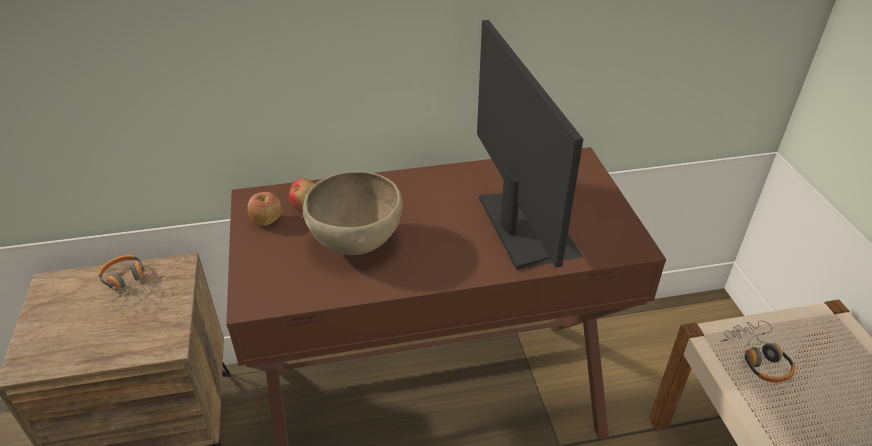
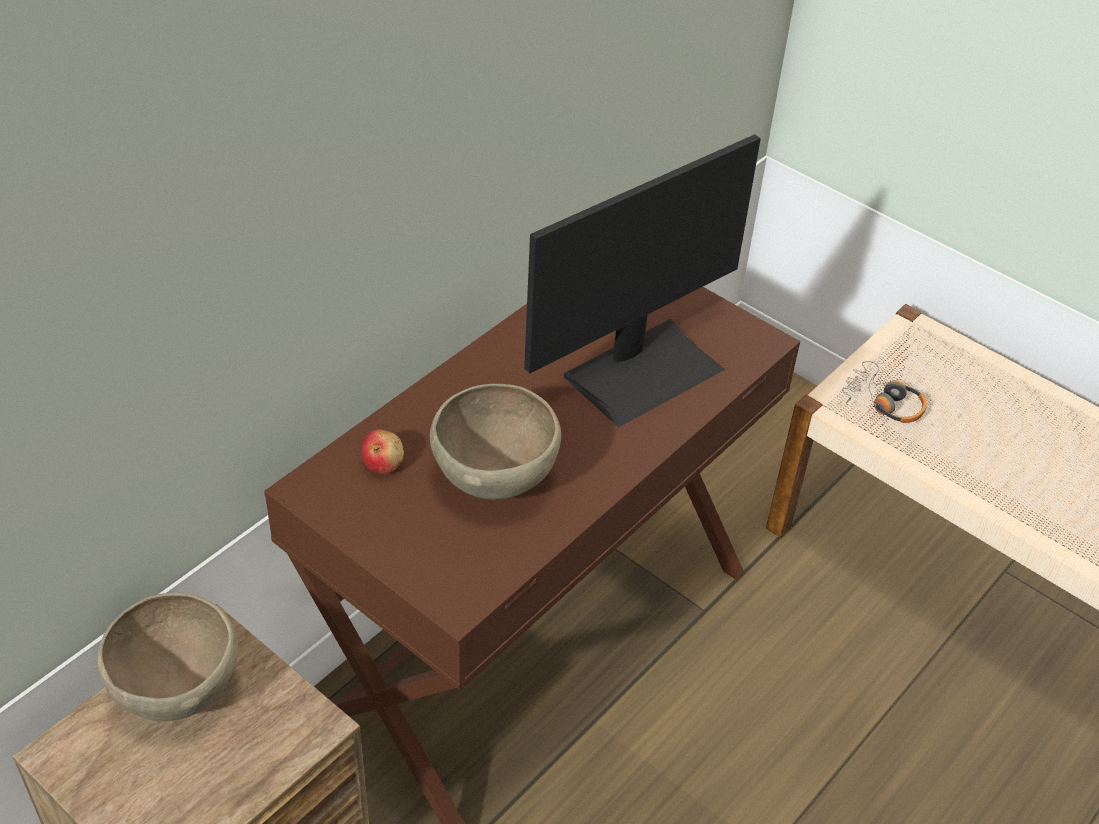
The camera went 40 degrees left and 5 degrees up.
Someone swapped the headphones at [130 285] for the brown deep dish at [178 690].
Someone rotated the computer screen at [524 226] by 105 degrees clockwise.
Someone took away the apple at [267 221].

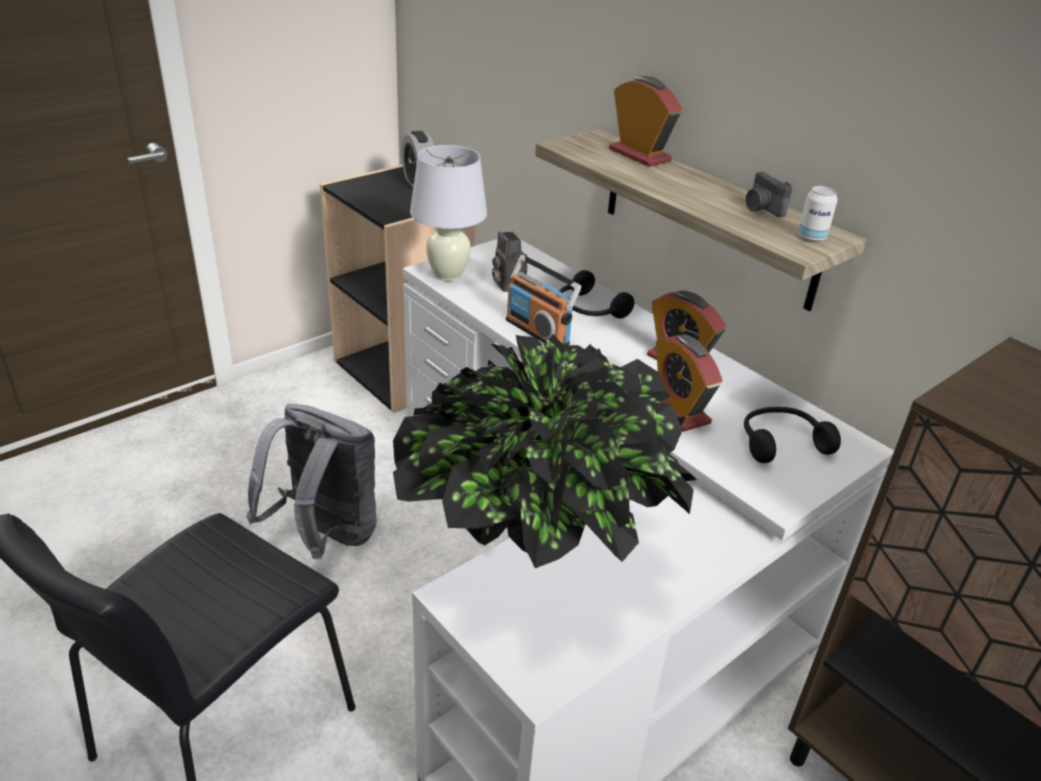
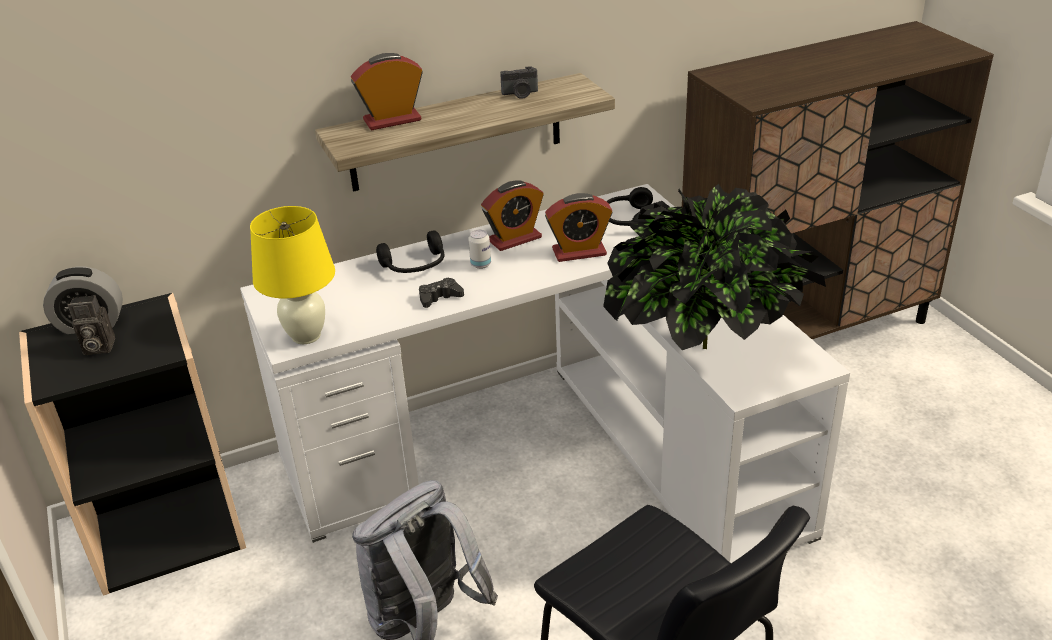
The camera went 70 degrees left and 0 degrees up.
Someone carried the photo camera from [507 284] to [97 348].
Someone repainted the whitish lamp for a table at [448 275], which became the yellow-coloured lamp for a table at [306 336].
Someone swapped the radio at [538 331] for the blackish gamepad at [439 297].
Someone carried the sealed can from [811 238] to [481 264].

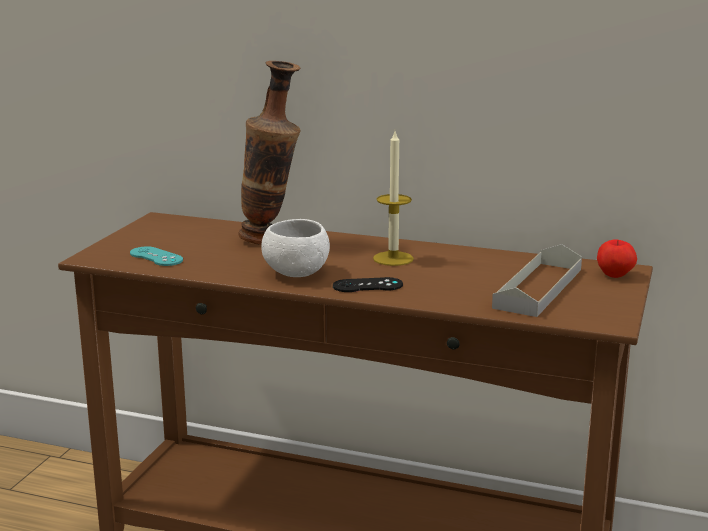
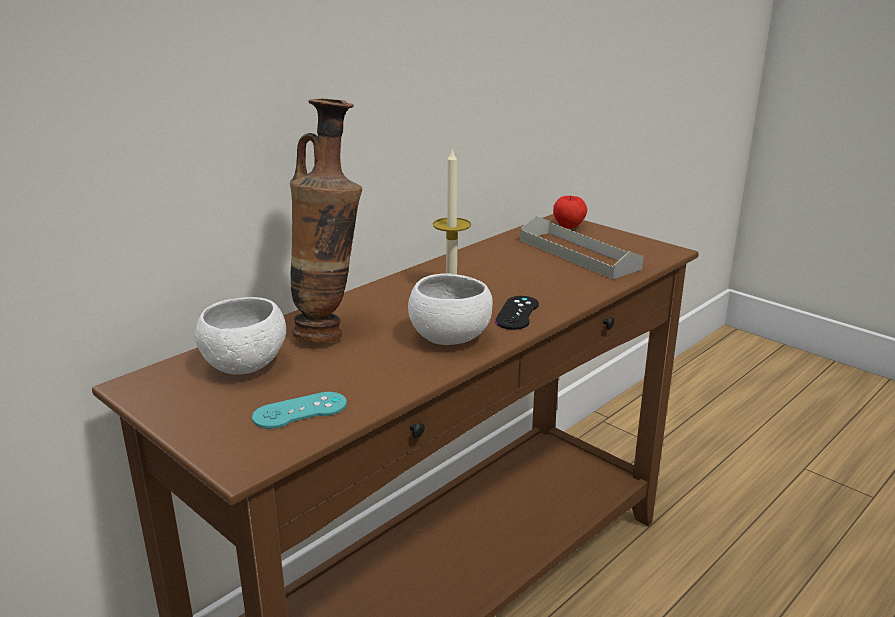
The camera went 65 degrees left and 5 degrees up.
Someone put down the whitish deep dish at [244 366].

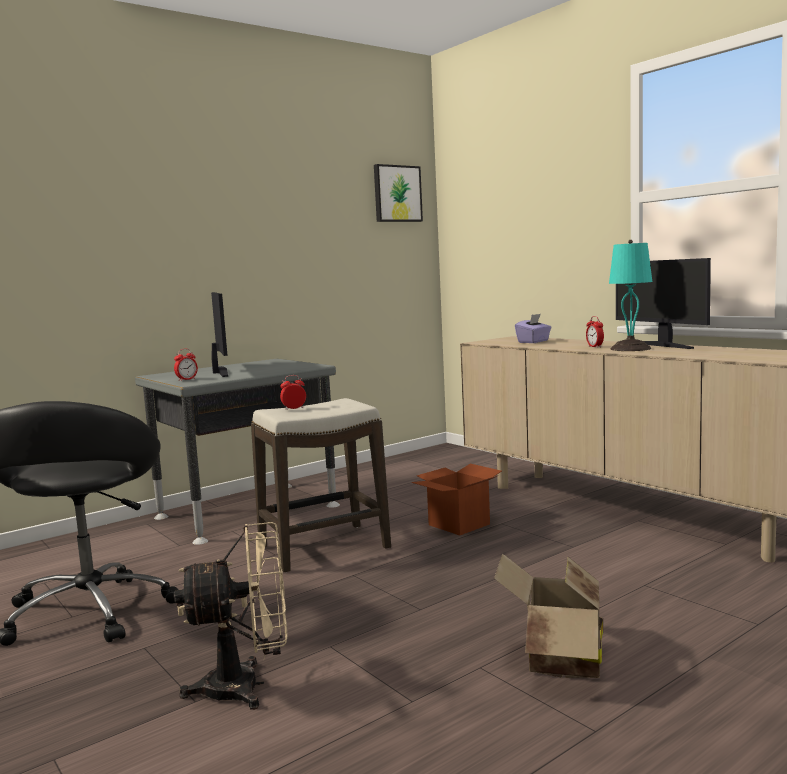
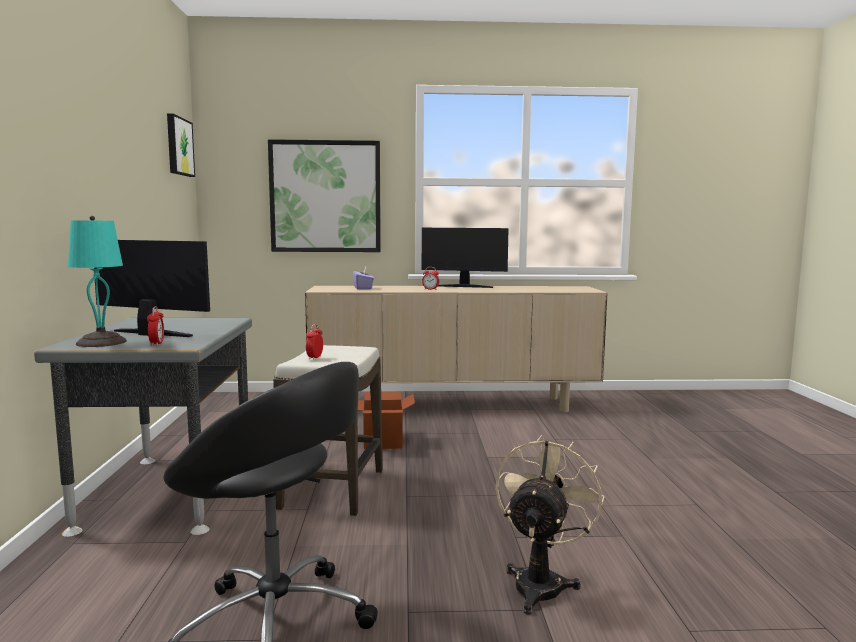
The camera went 55 degrees left and 0 degrees up.
Someone carried the blue-green lamp for a table from [631 349] to [103 342].
Someone put up the wall picture at [325 196].
Someone took away the carton at [557 661].

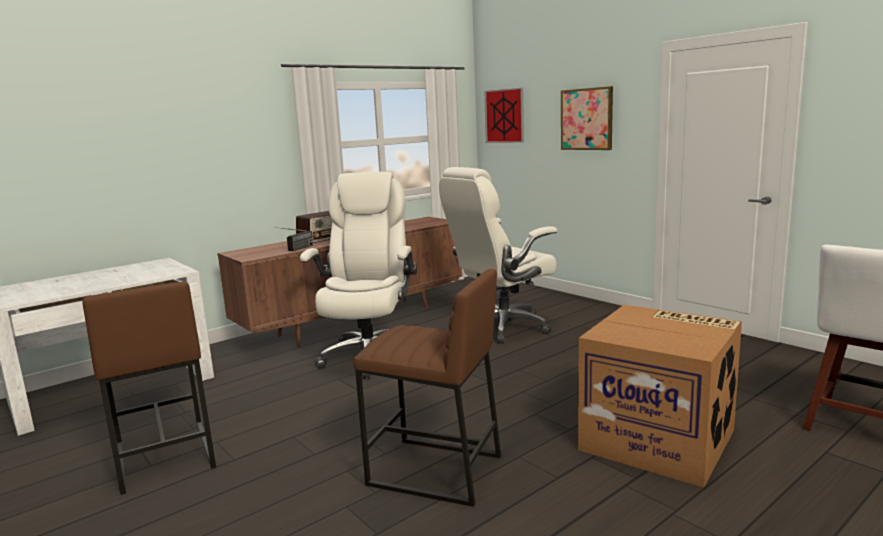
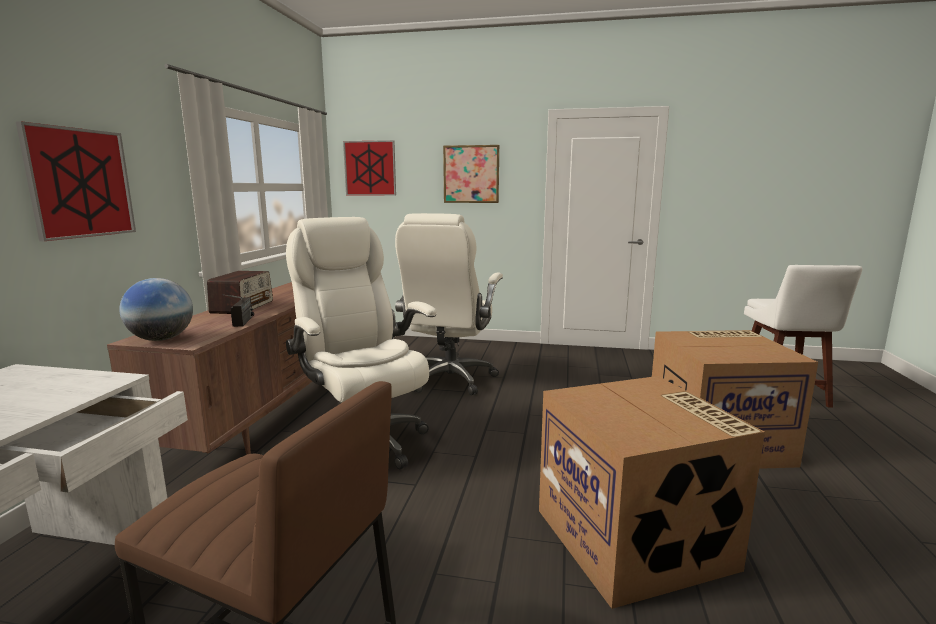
The camera went 40 degrees left and 0 degrees up.
Someone put up the wall picture at [80 183].
Someone put down the world globe at [161 339].
Someone swapped the brown stool seat at [435 470] for the carton at [636 539].

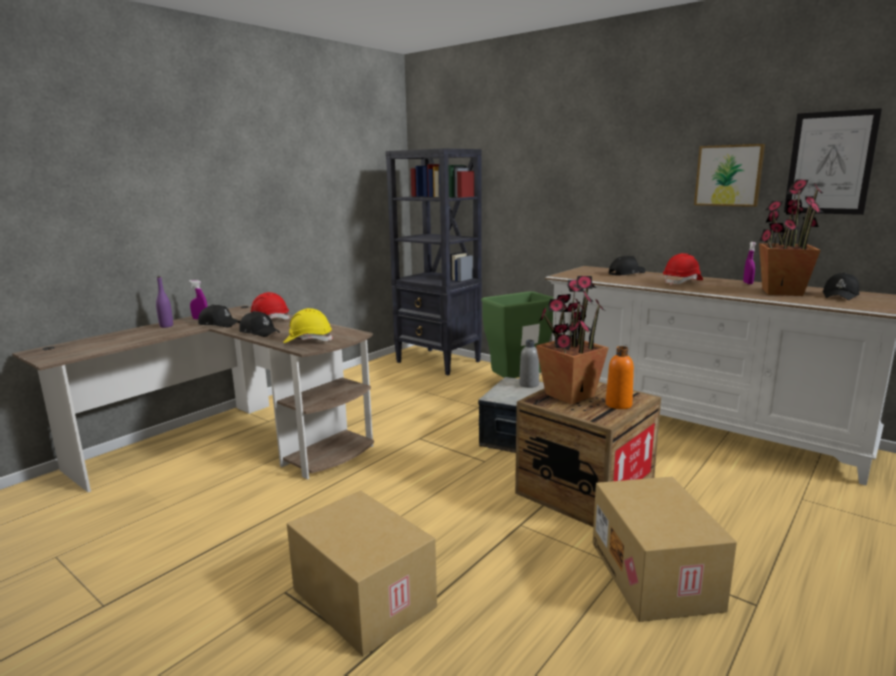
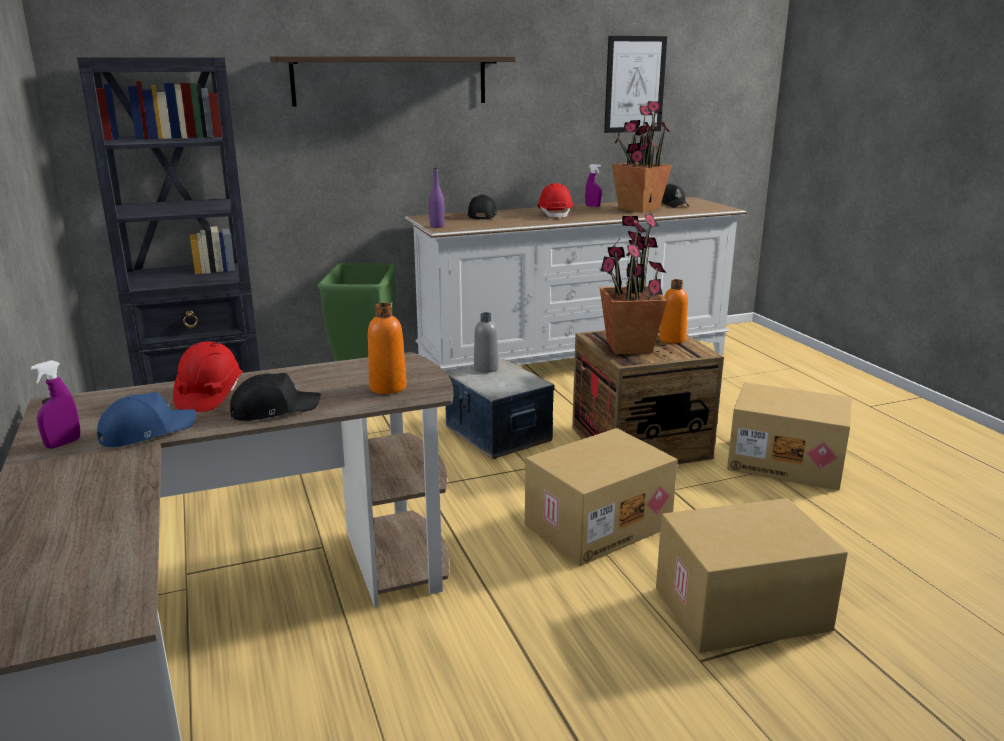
The camera went 60 degrees left and 5 degrees up.
Someone repainted the blackish cap at [219 324], which became the bluish cap at [146 432].
Someone put up the shelf at [391 80].
Someone swapped the yellow-coloured work helmet at [308 340] for the orangey beverage bottle at [388 387].
Someone carried the purplish beverage bottle from [166 326] to [437 226].
Someone put down the carton at [597 524].
Someone took away the wall picture at [729 175].

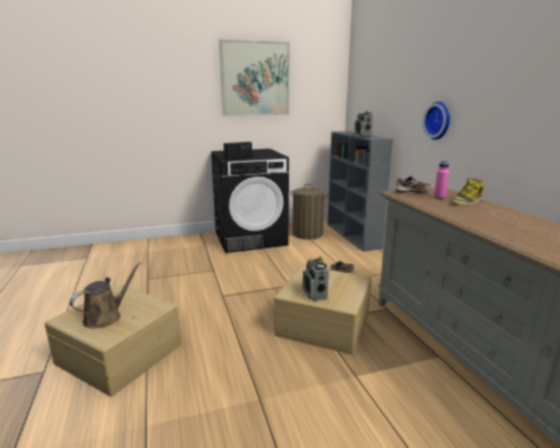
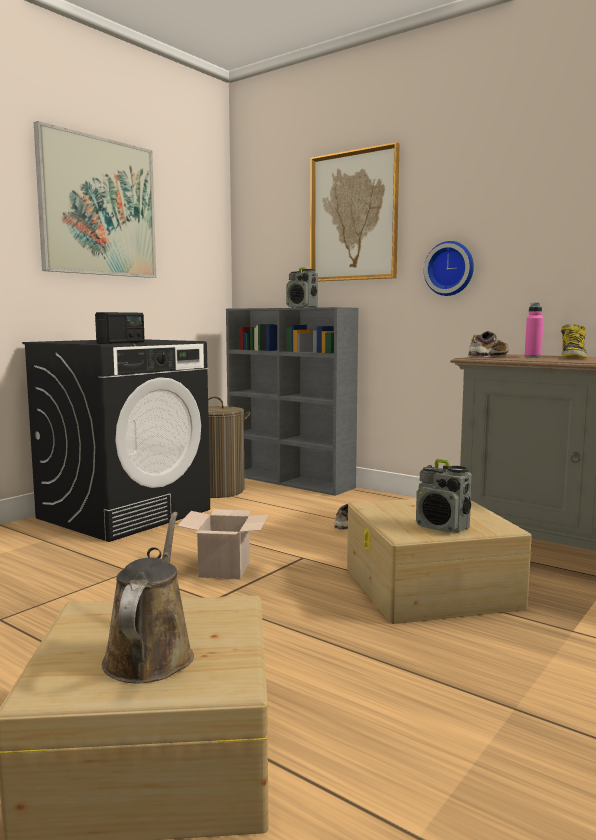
The camera went 35 degrees left and 10 degrees down.
Someone put down the carton at [225 569].
Someone put up the wall picture at [354 216].

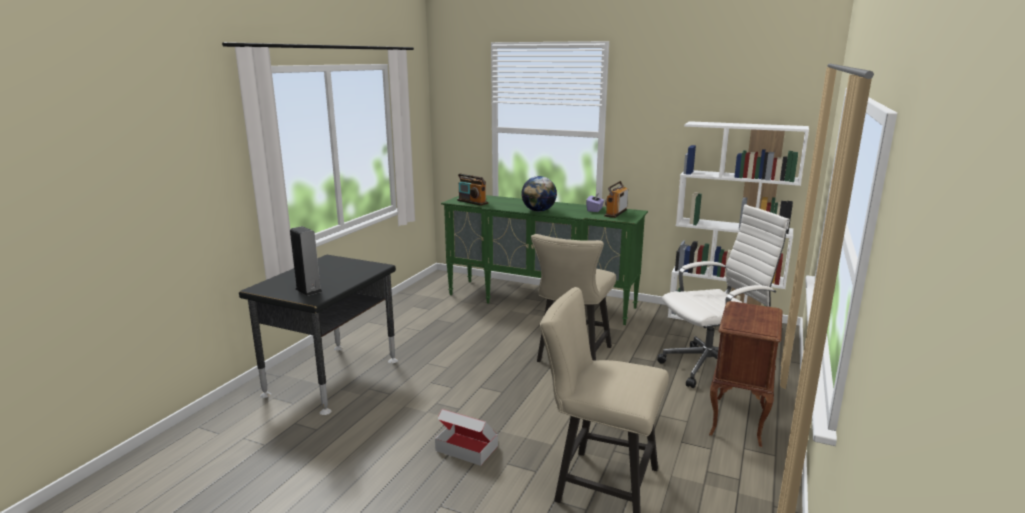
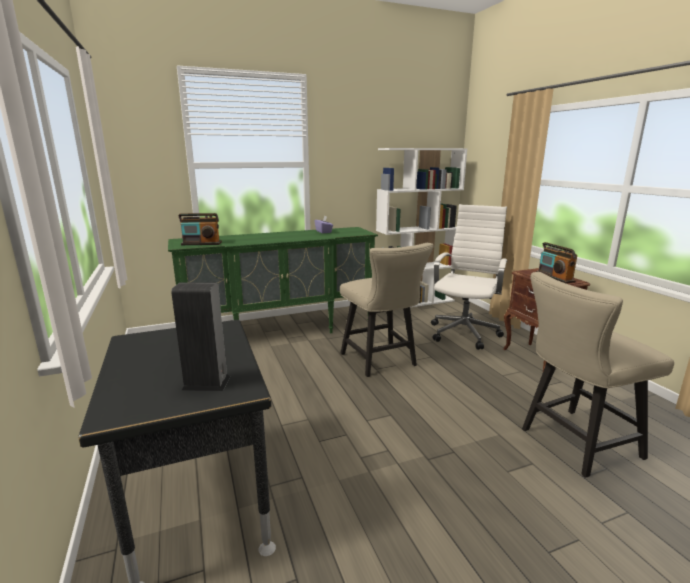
The camera went 45 degrees left and 0 degrees up.
Someone carried the radio from [615 213] to [554 277].
Someone took away the carton at [467 448].
Someone took away the world globe at [538 211].

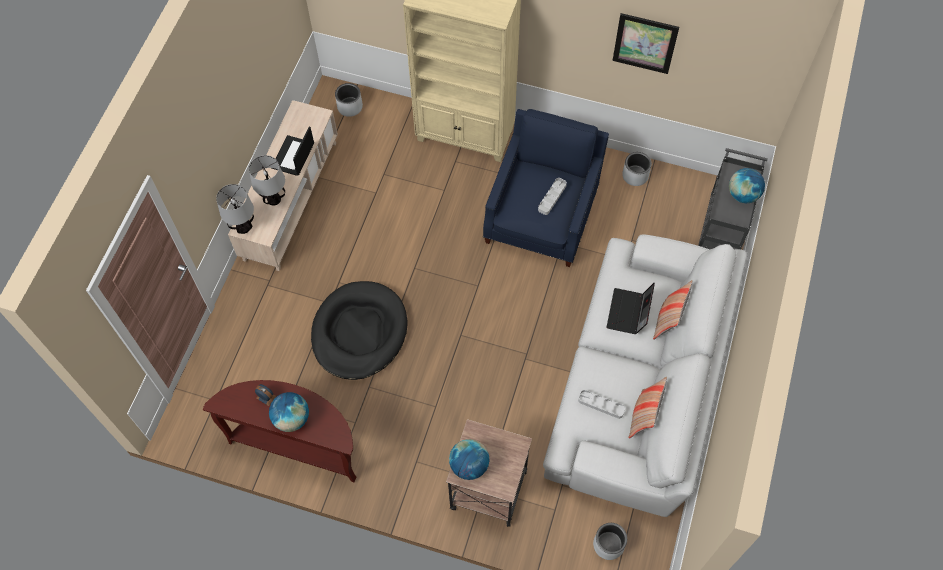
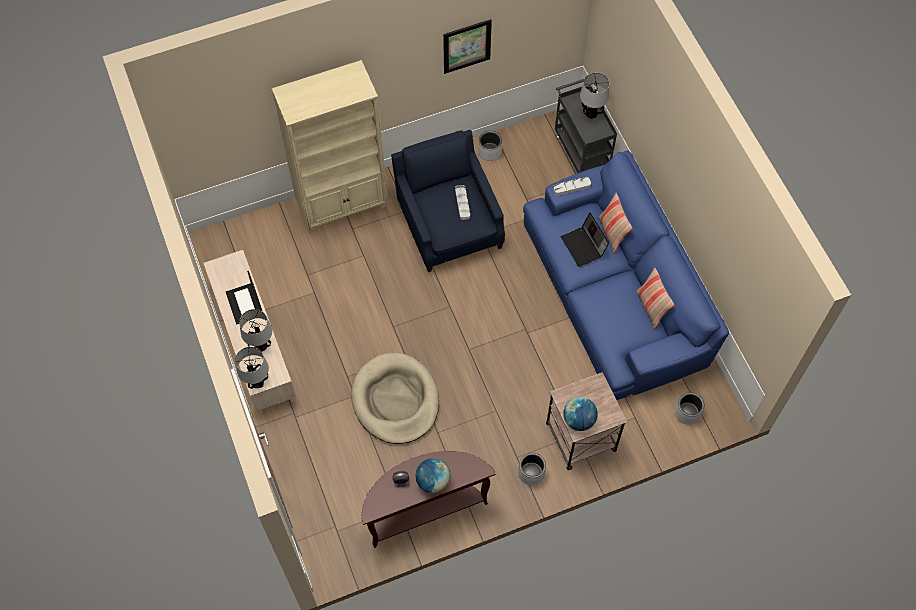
The camera went 40 degrees left and 0 degrees up.
Someone repainted the blackish pet bed at [359 332], which became the beige pet bed at [395 400].
Someone carried the greyish planter from [349 107] to [531 473].
Someone repainted the whitish settee at [639 383], which became the bluish settee at [616 293].
Someone carried the greyish carrying tray from [601 405] to [571 187].
Someone swapped the world globe at [743 195] for the lamp for a table at [591 113].

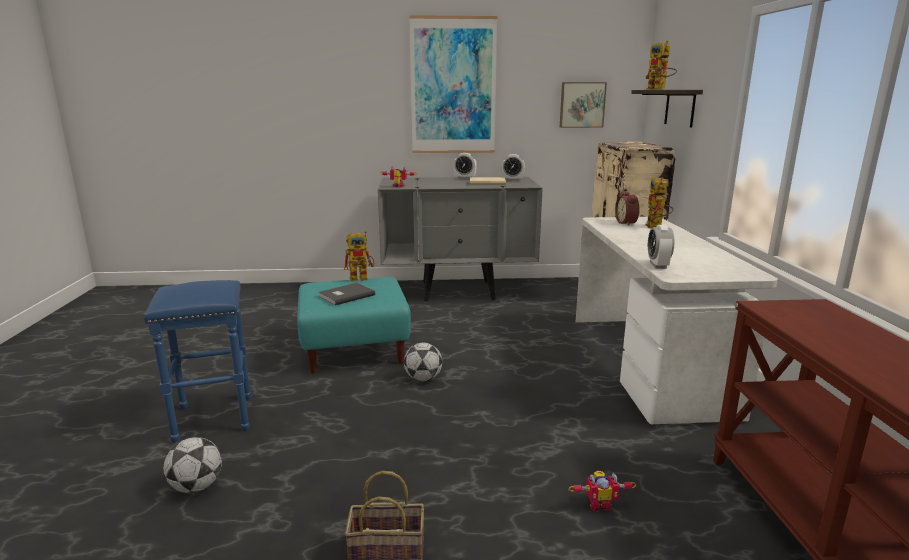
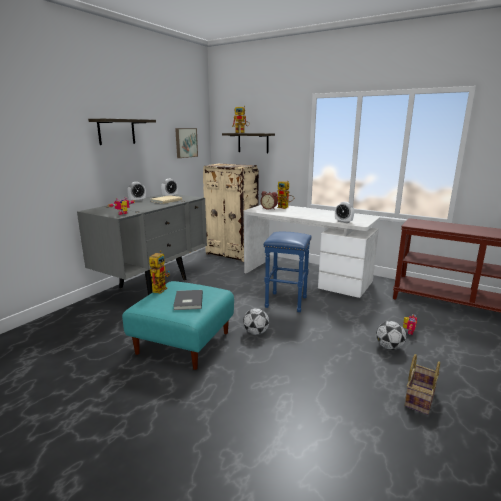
The camera went 55 degrees left and 0 degrees up.
Someone swapped the wall picture at [453 86] for the shelf at [116 131].
Someone carried the bluish stool seat from [212 417] to [285 302].
Someone carried the ball for football from [197 487] to [389 347].

